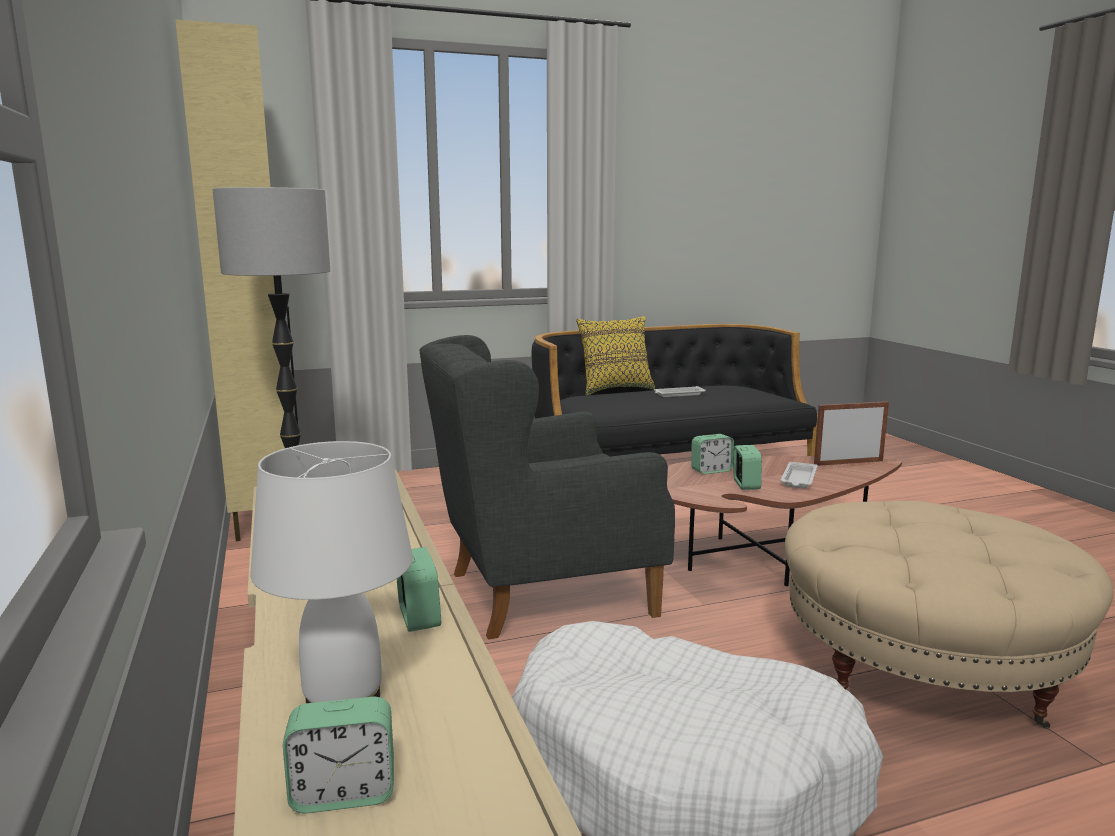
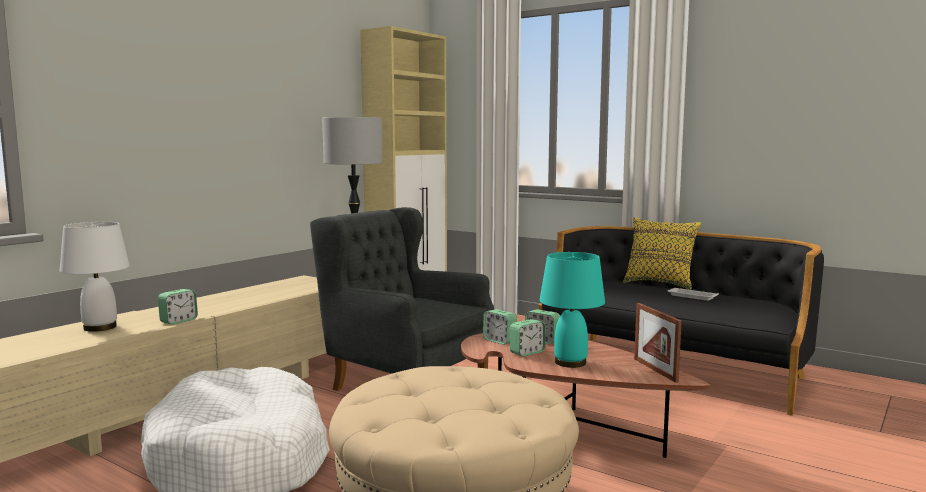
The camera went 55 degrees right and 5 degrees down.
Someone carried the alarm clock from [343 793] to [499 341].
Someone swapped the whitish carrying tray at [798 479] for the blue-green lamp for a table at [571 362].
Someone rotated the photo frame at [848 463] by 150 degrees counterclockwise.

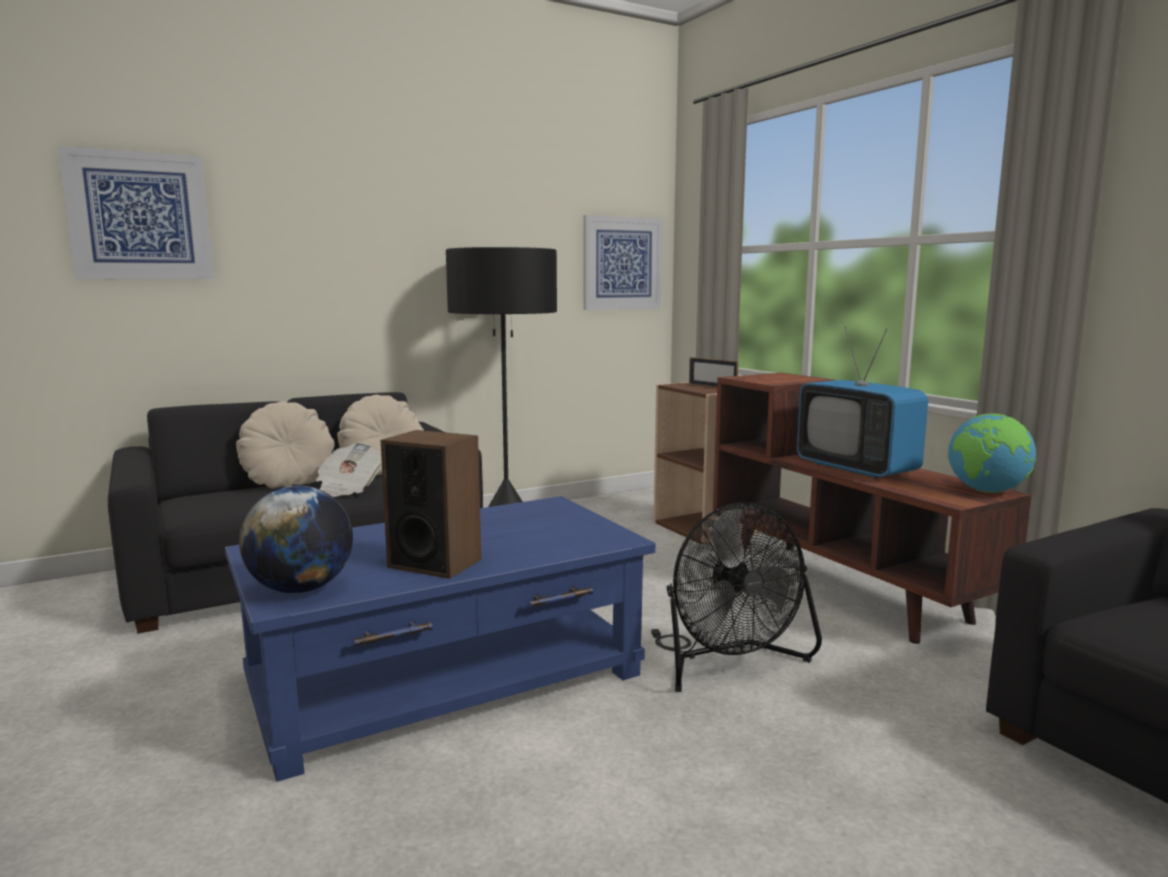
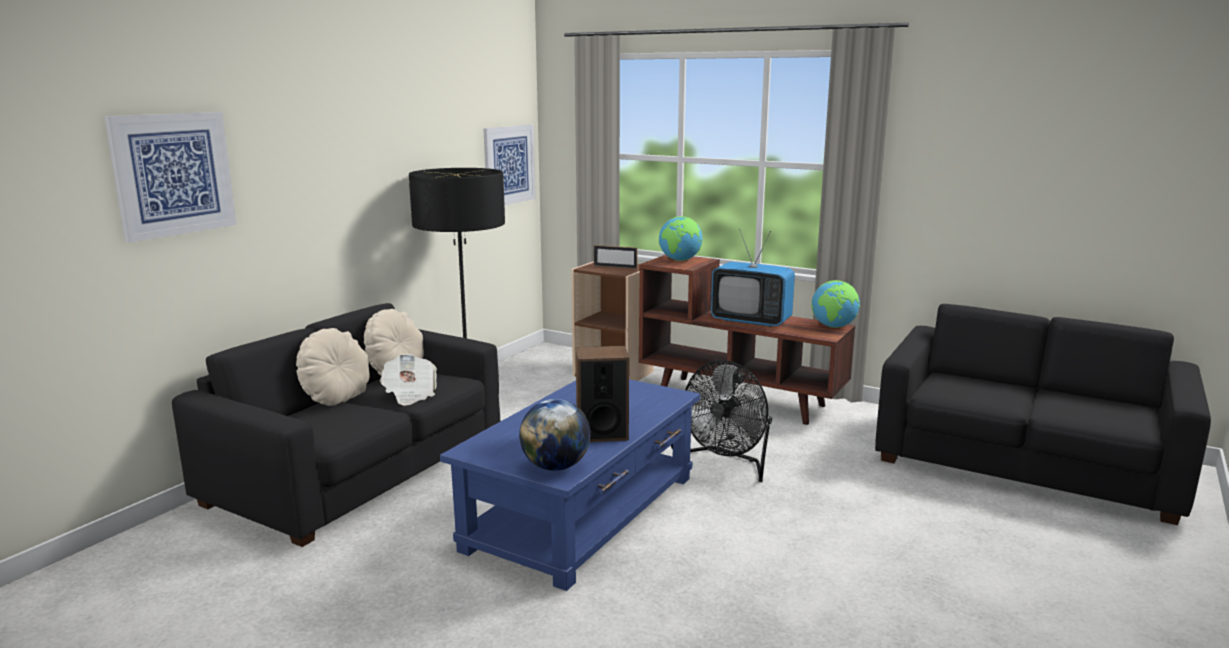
The camera went 30 degrees left and 5 degrees up.
Someone put down the world globe at [680 260].
Someone rotated the blackish cooling fan at [723 662] by 90 degrees clockwise.

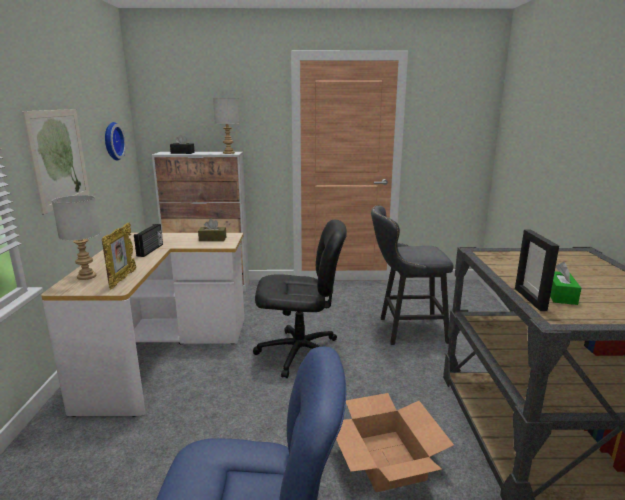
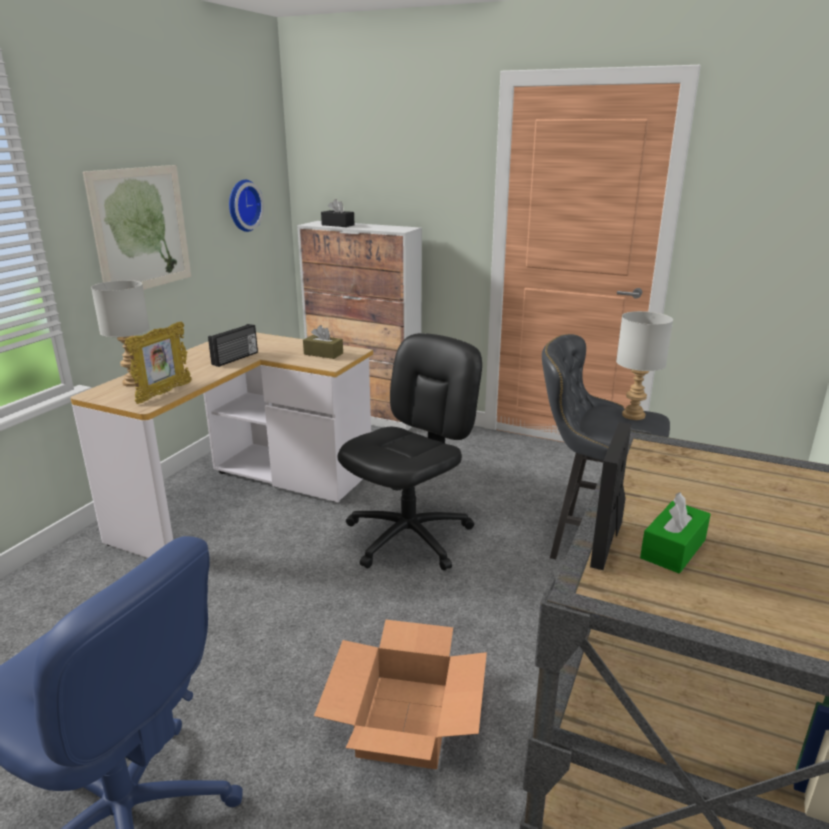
The camera went 25 degrees right and 5 degrees up.
Someone rotated the blackish computer chair at [300 353] by 75 degrees counterclockwise.
Someone carried the greyish lamp for a table from [229 153] to [634 416].

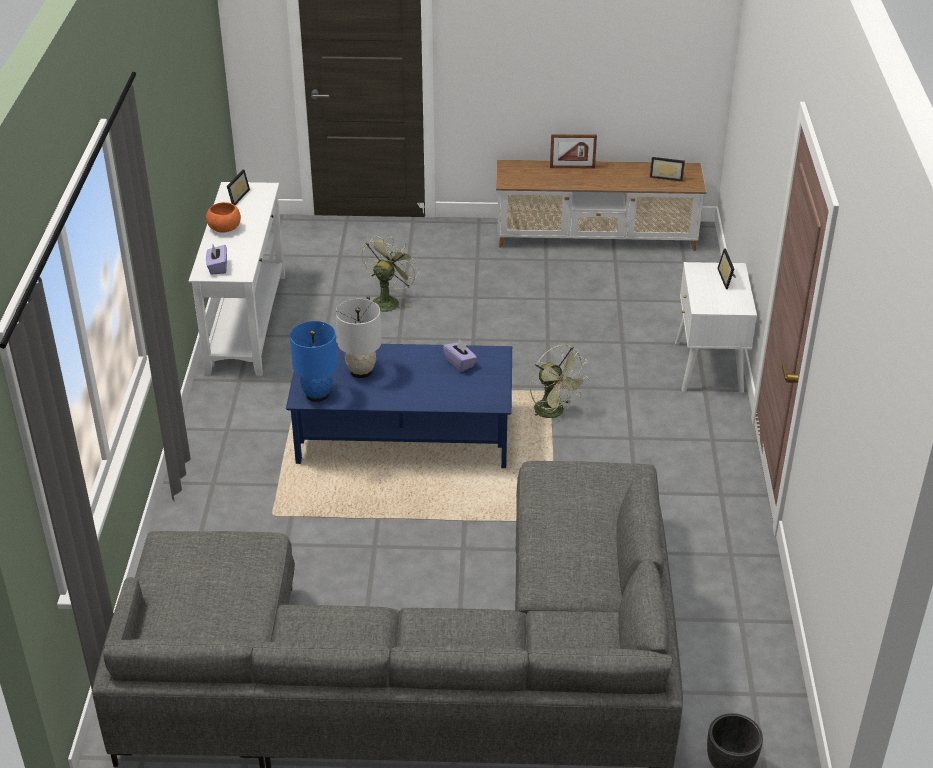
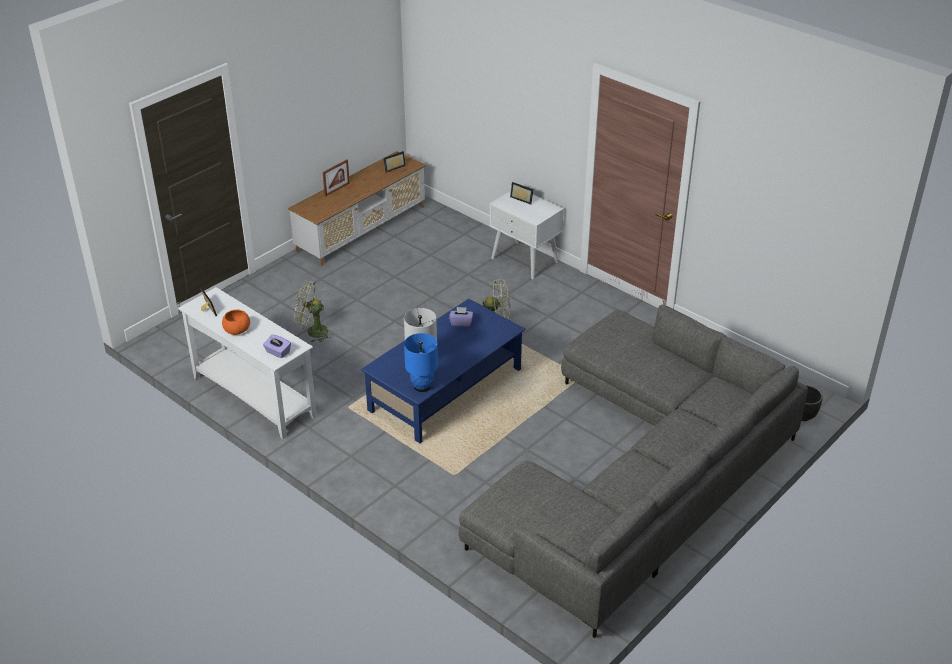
The camera went 50 degrees left and 0 degrees up.
Someone rotated the green-coloured cooling fan at [387 300] by 60 degrees counterclockwise.

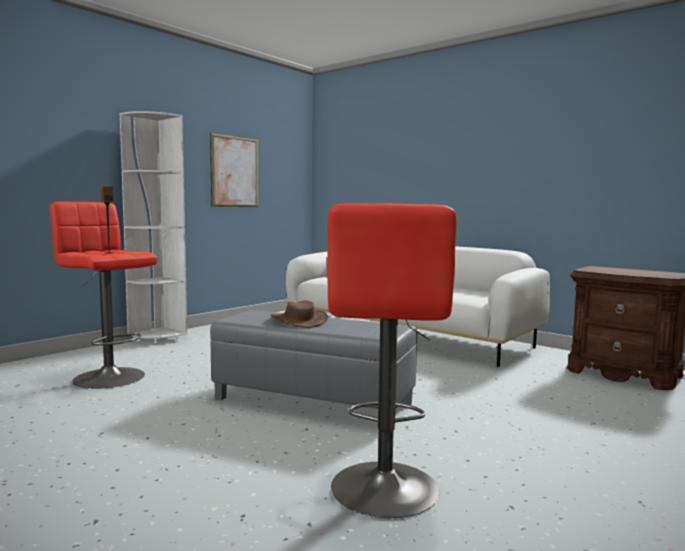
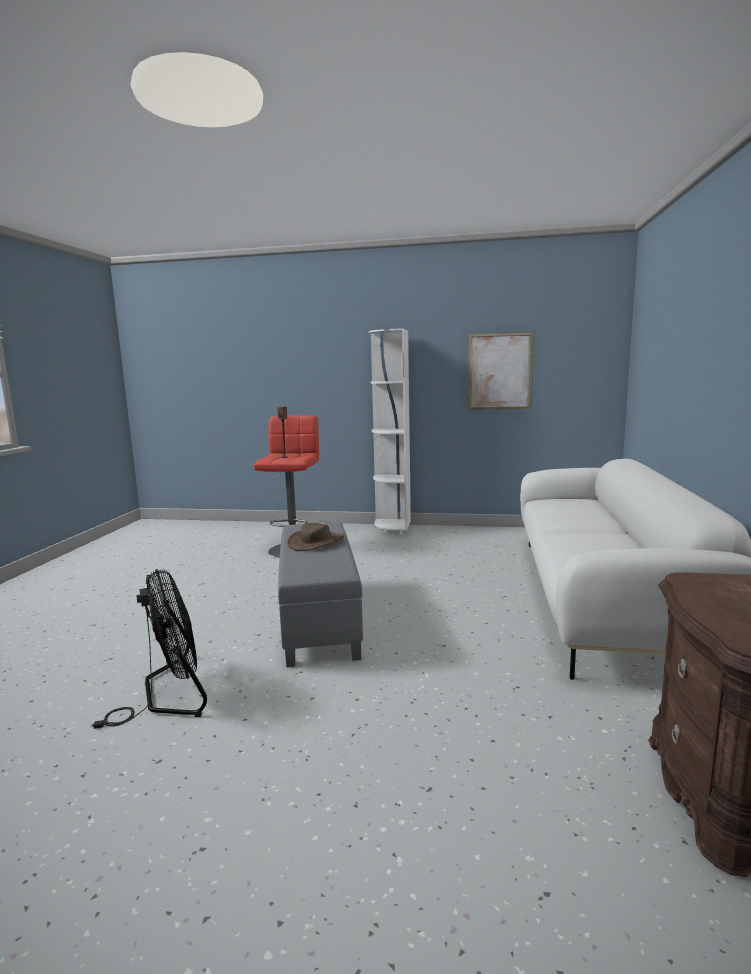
The camera went 60 degrees right and 5 degrees up.
Someone swapped the reddish stool seat at [383 489] for the blackish cooling fan at [166 694].

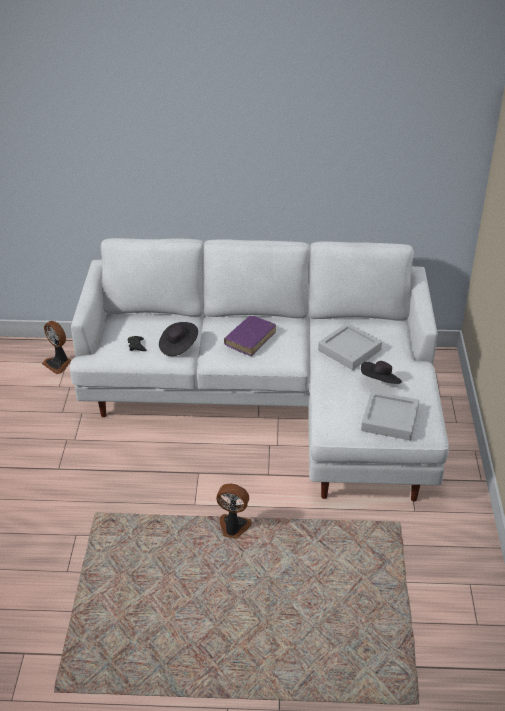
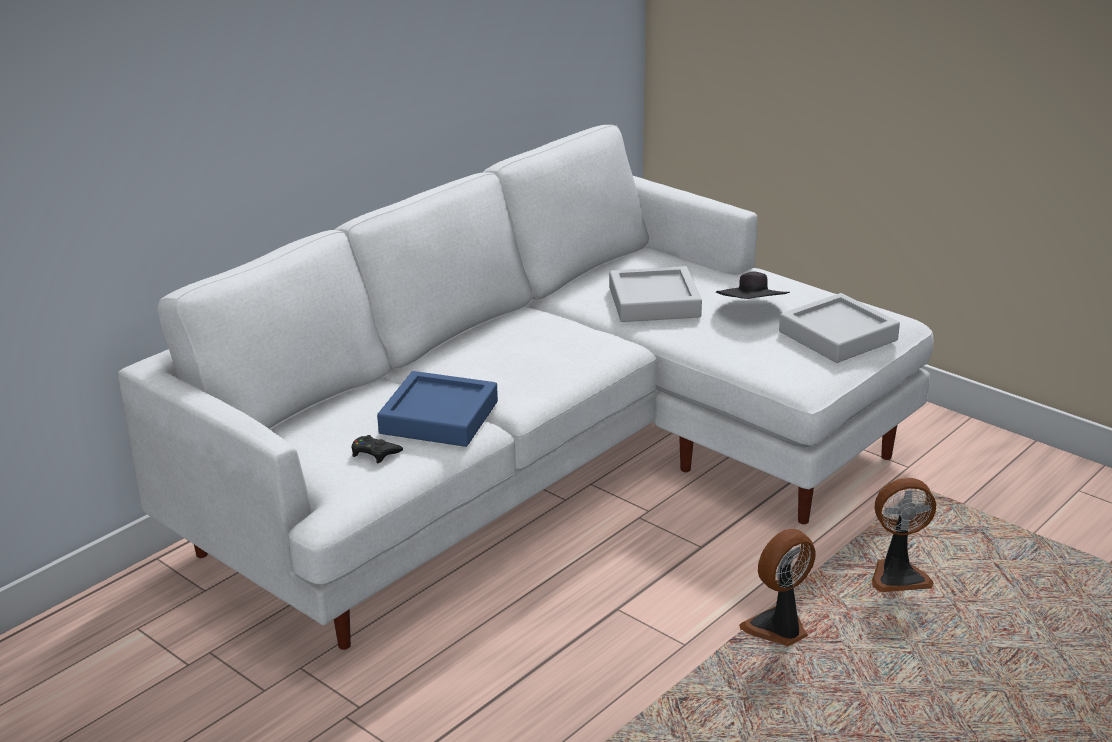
The camera went 50 degrees left and 10 degrees down.
Someone swapped the blackish clothing hat at [178 346] for the bluish carrying tray at [439 417].
Someone carried the cooling fan from [58 363] to [897 576].
Someone took away the purplish bound book at [250 339].

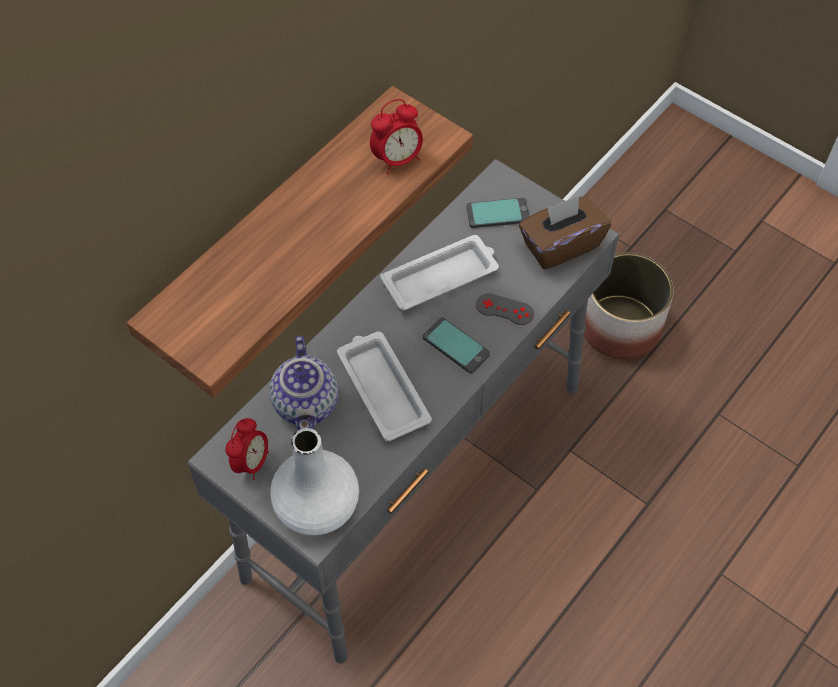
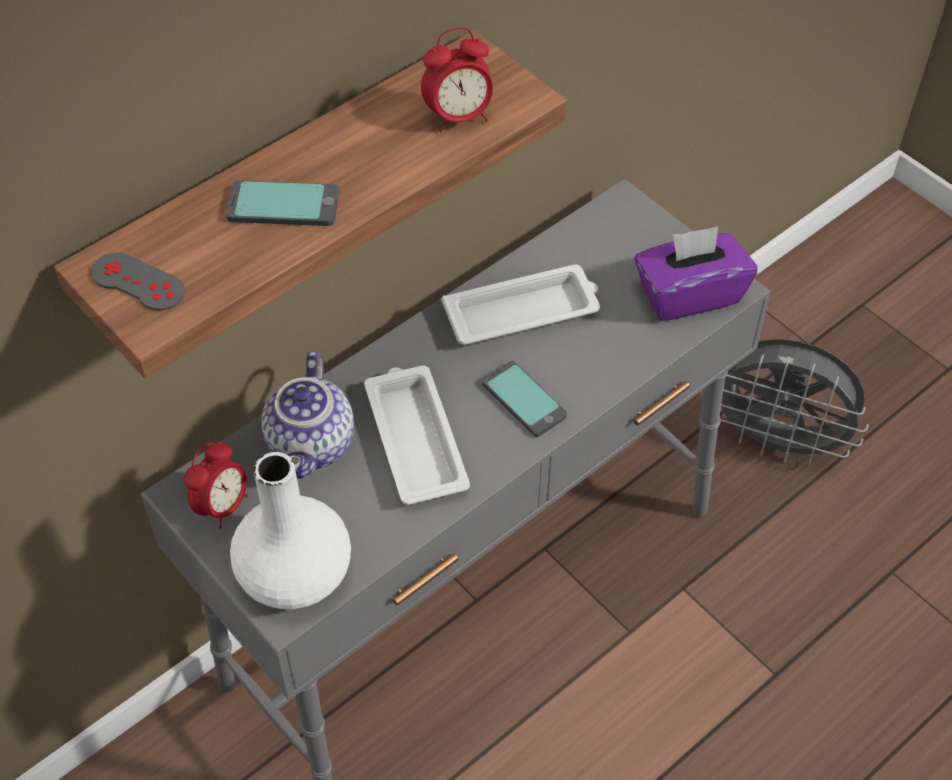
The camera went 10 degrees right and 5 degrees down.
Someone carried the greyish gamepad from [504 309] to [138 282].
Someone carried the phone from [497 213] to [283 205].
Someone repainted the brown box of tissues at [560 245], which became the purplish box of tissues at [689 294].
Someone swapped the planter at [621 327] for the greyish cooling fan at [778 442].

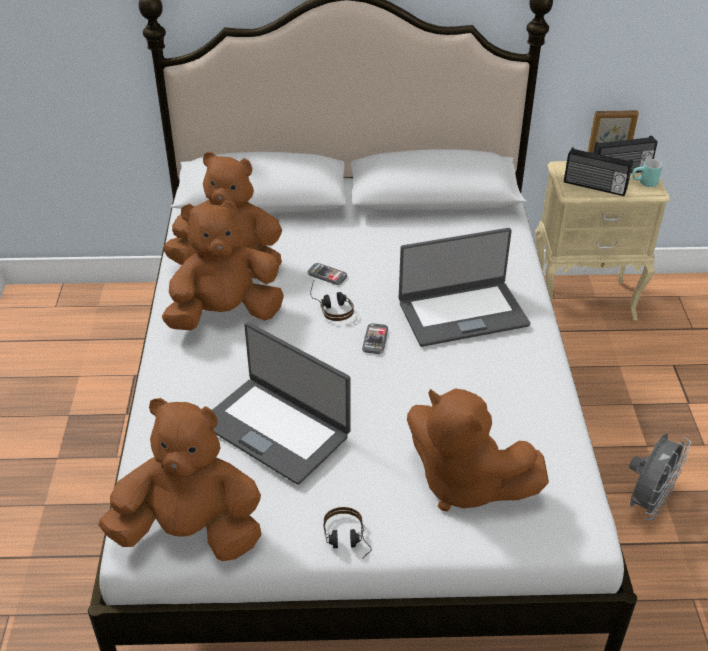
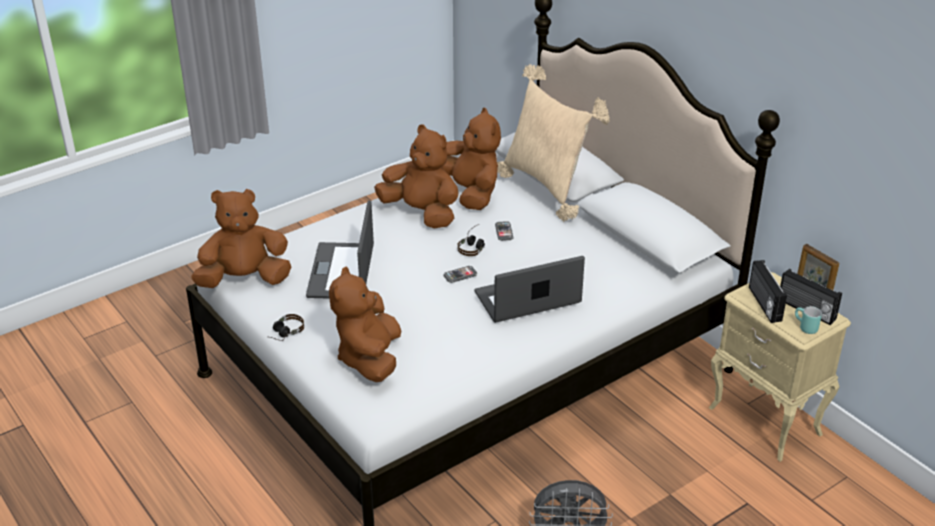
The camera went 55 degrees right and 5 degrees down.
Someone rotated the brown cuddly toy at [191 531] by 75 degrees counterclockwise.
Someone rotated the notebook computer at [462 313] by 120 degrees clockwise.
Someone put down the beige cushion at [547 193].

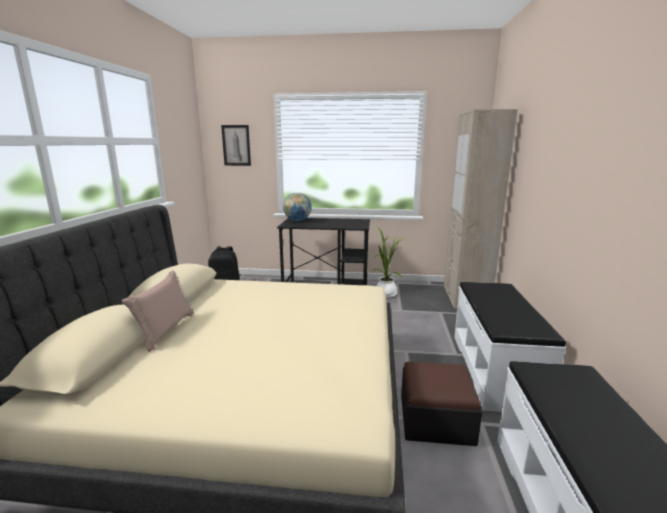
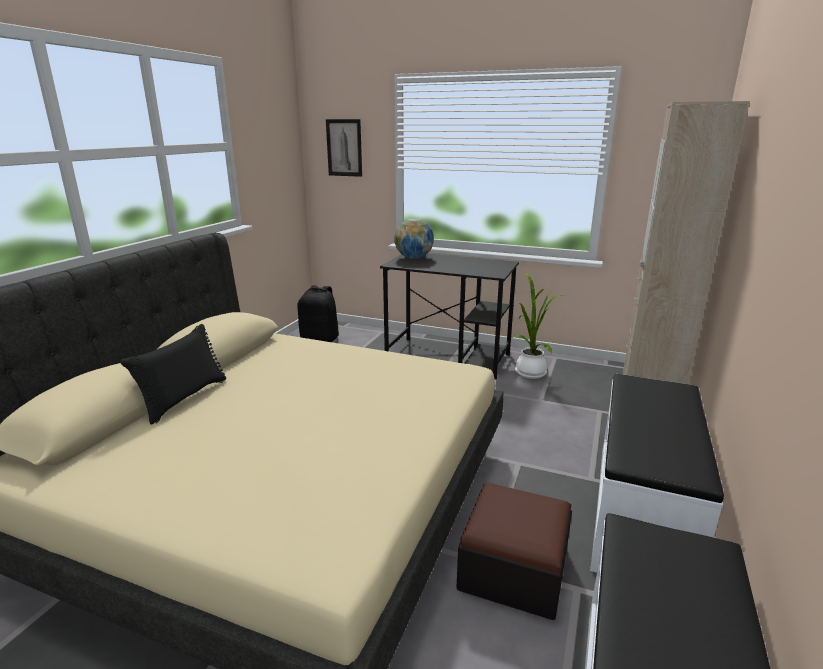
The camera went 15 degrees right and 5 degrees up.
Someone repainted the beige cushion at [165 330], which became the blackish cushion at [184 398].

